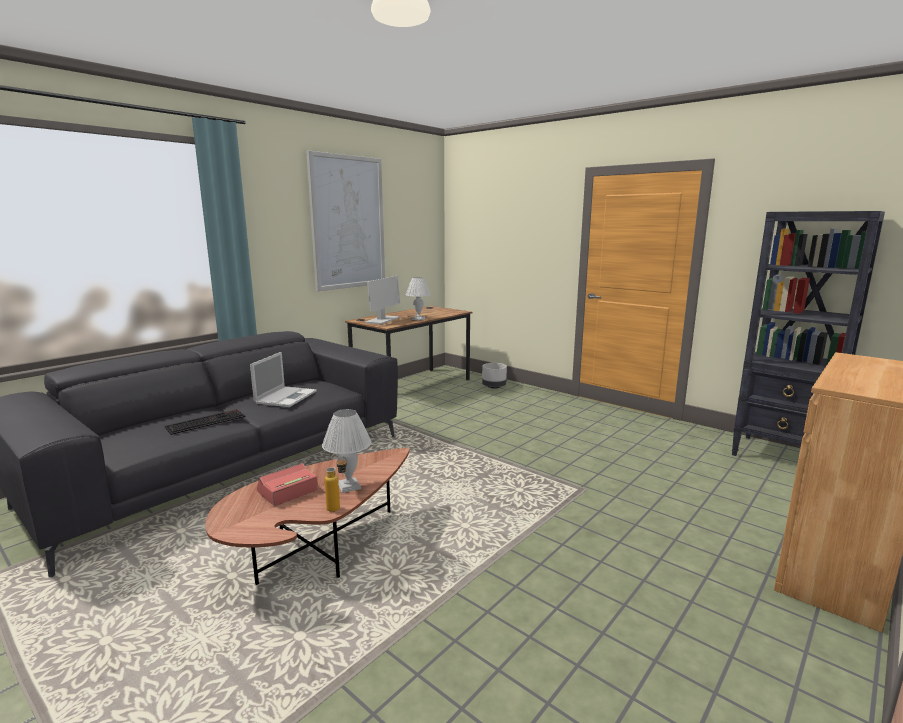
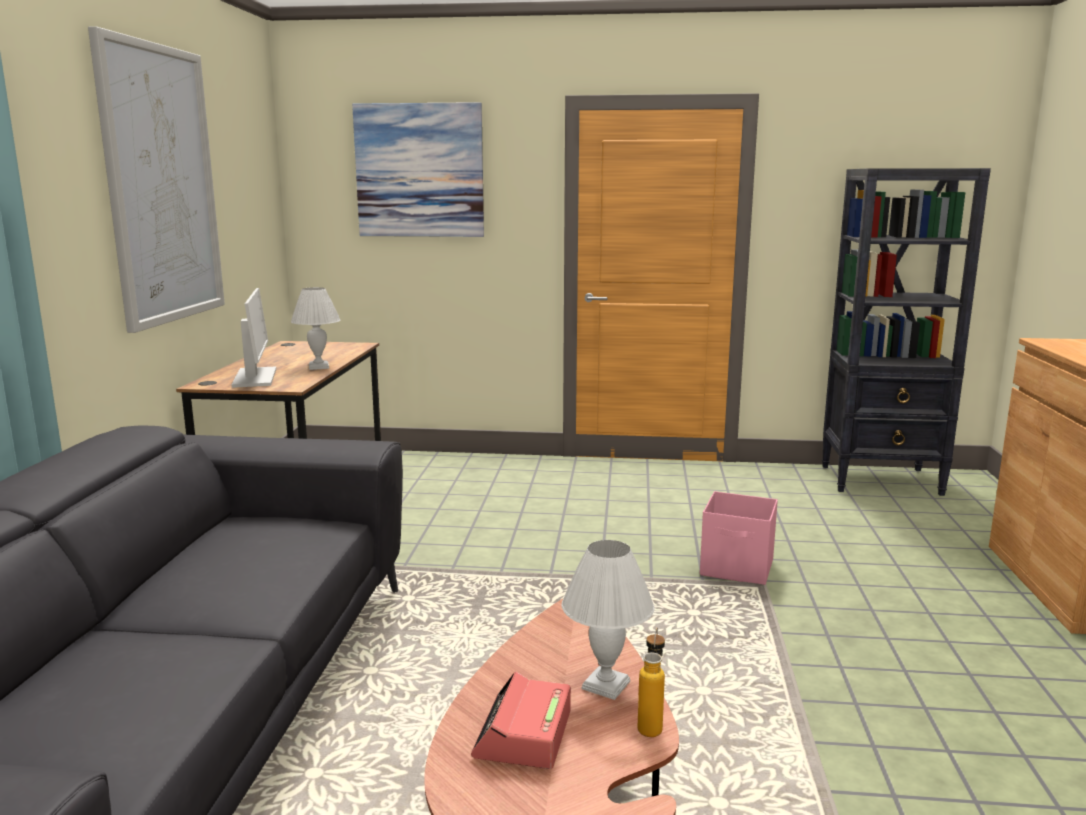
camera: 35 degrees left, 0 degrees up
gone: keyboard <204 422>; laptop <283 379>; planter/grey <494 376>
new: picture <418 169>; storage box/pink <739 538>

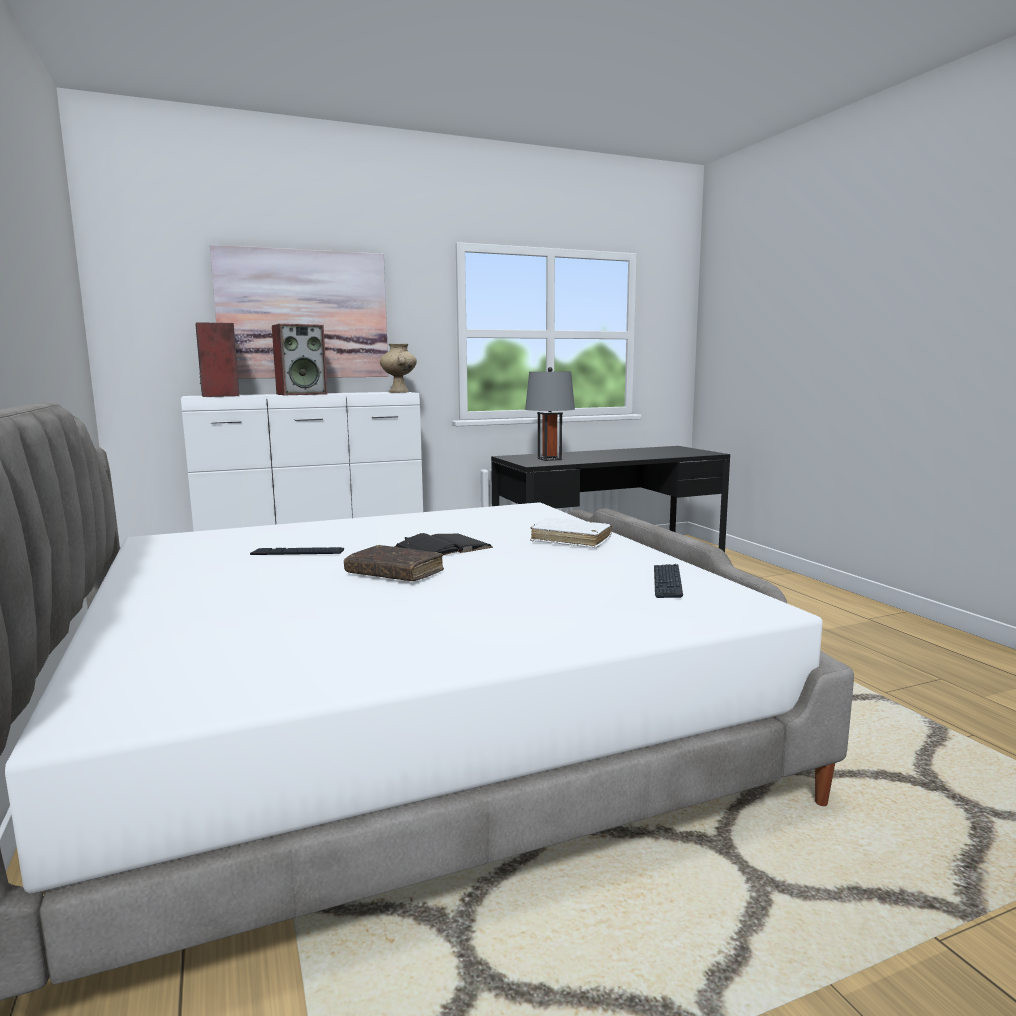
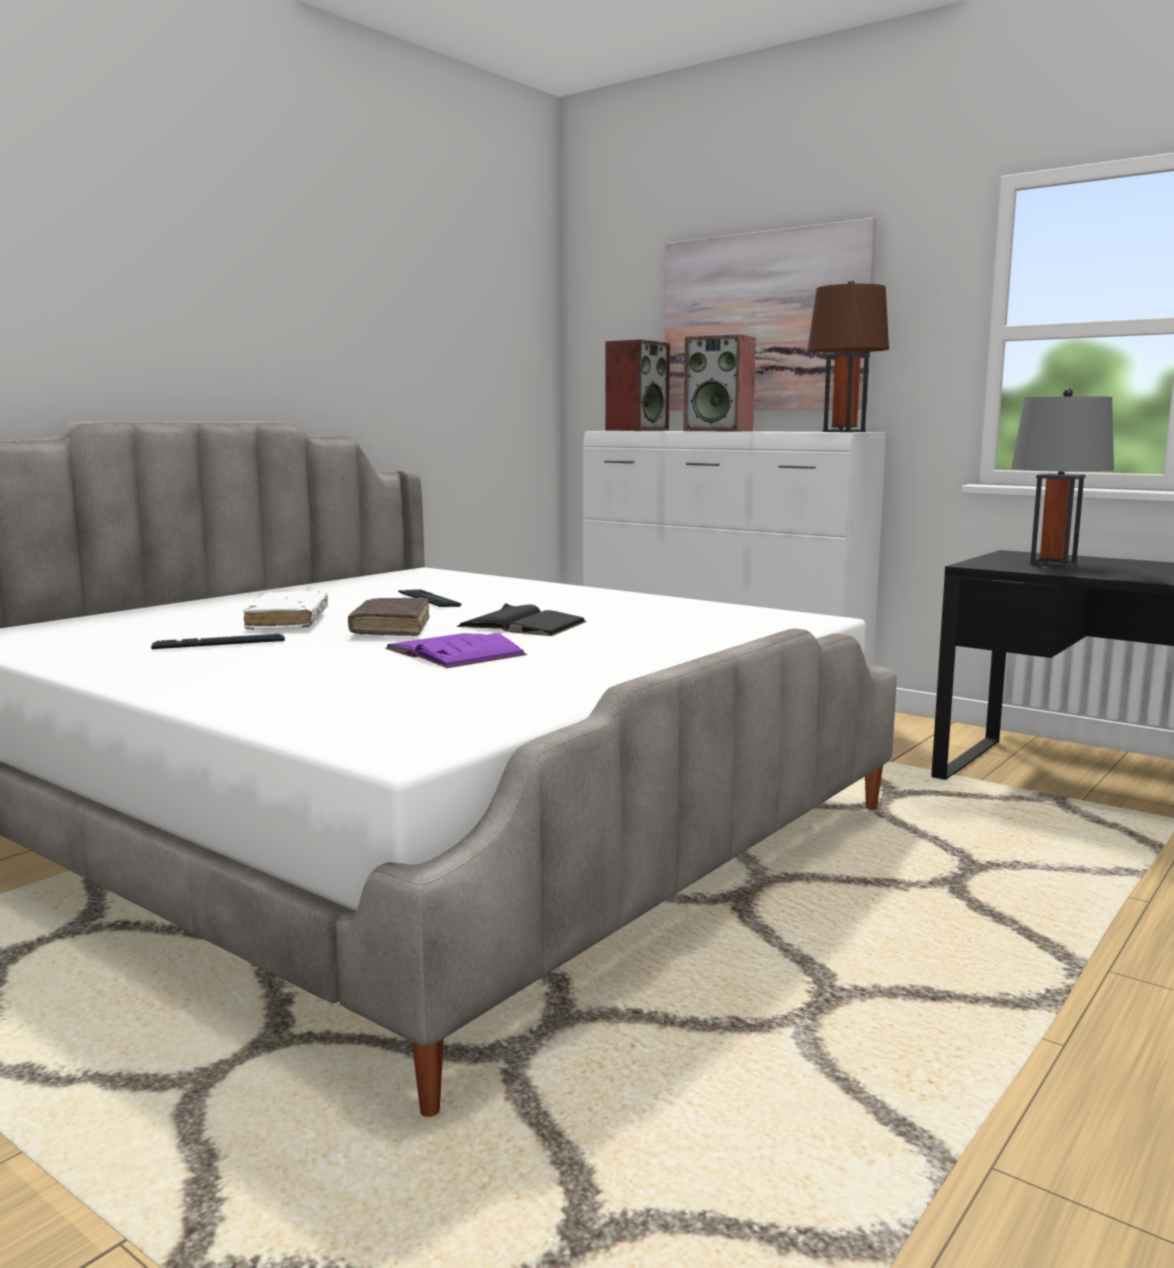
camera: 60 degrees right, 0 degrees up
new: book/purple <456 650>
shifted: keyboard <668 581> to <218 641>; book/white <571 532> to <285 610>
swapped: vase/beige <398 368> to table lamp/brown <848 356>

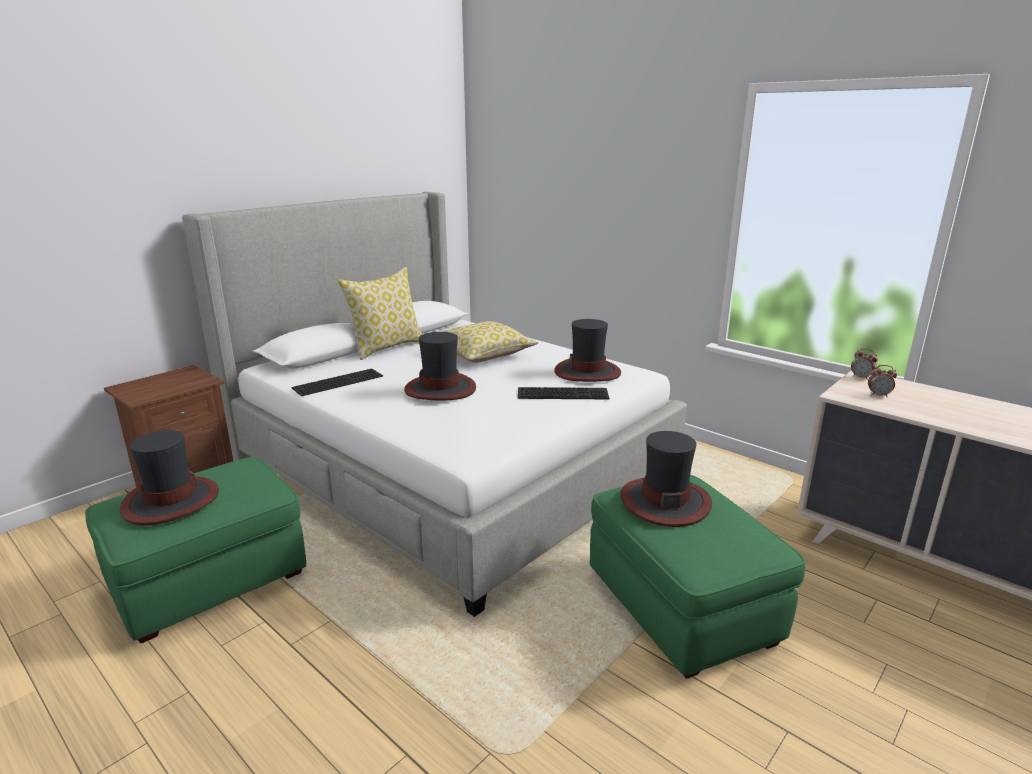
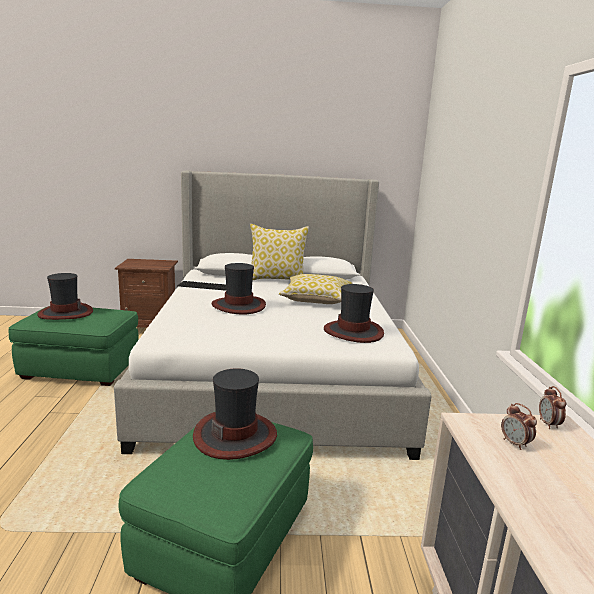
camera: 45 degrees right, 5 degrees down
gone: keyboard <563 393>

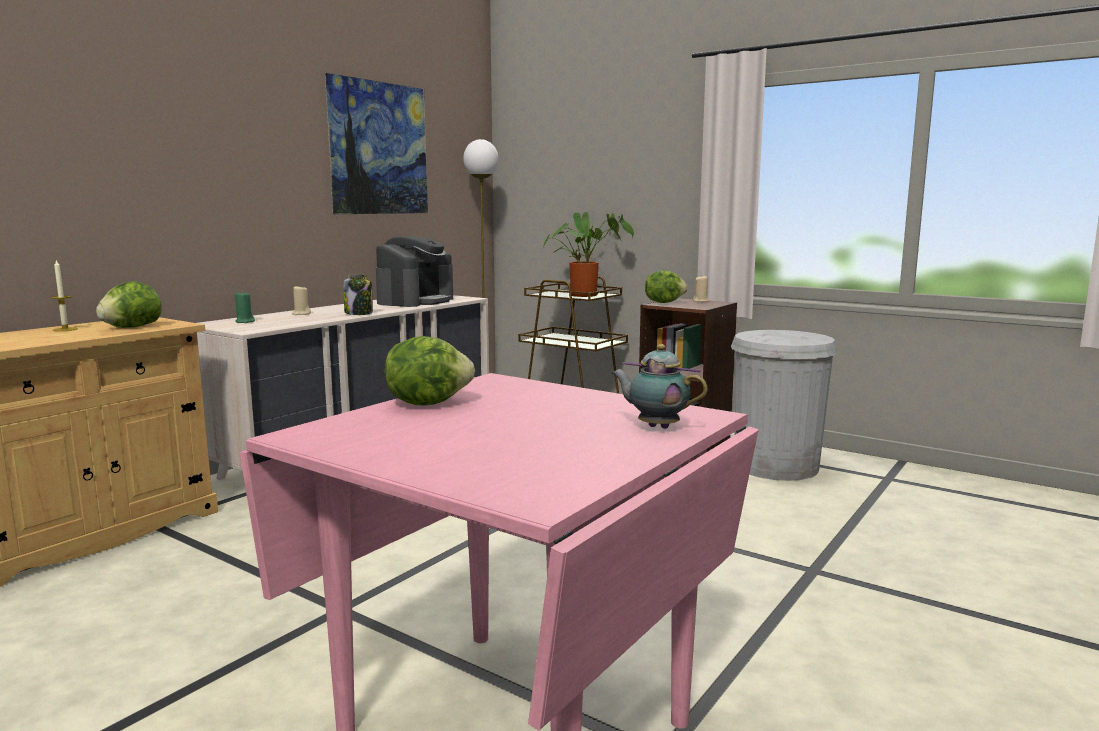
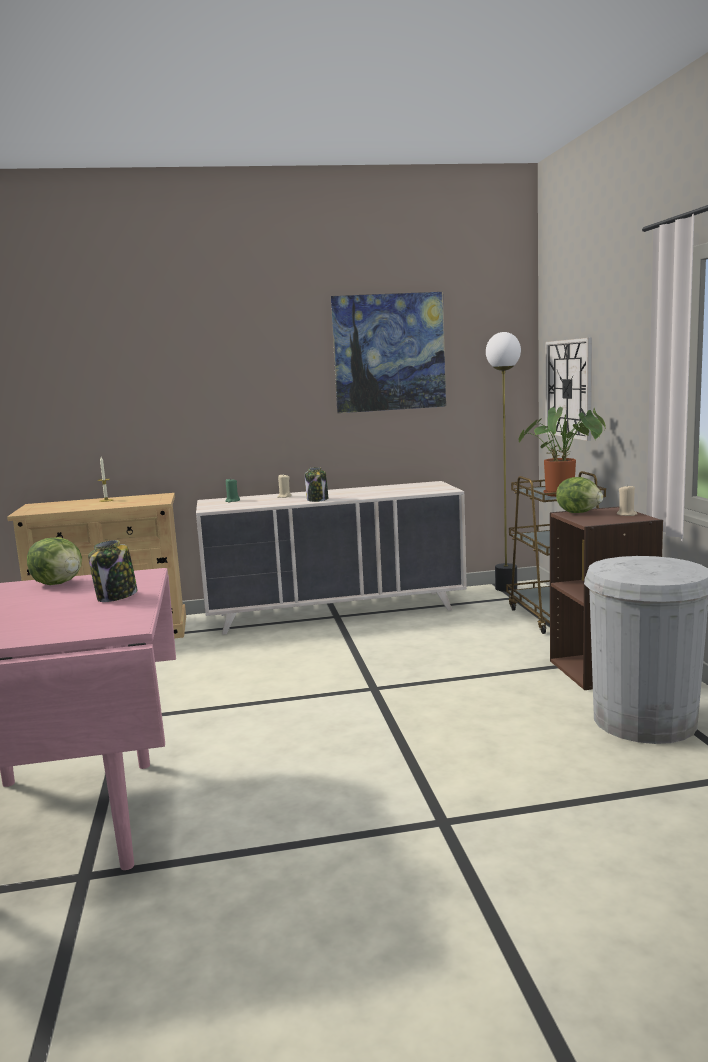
camera: 45 degrees right, 0 degrees up
gone: lettuce <129 304>; coffee machine <414 271>; teapot <660 386>
new: jar <113 571>; wall clock <568 389>

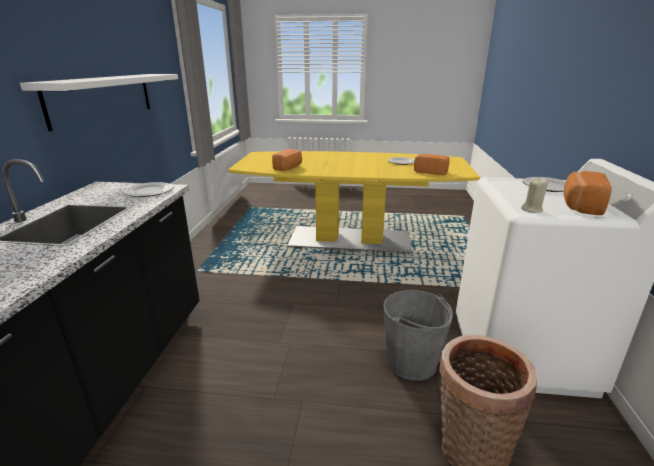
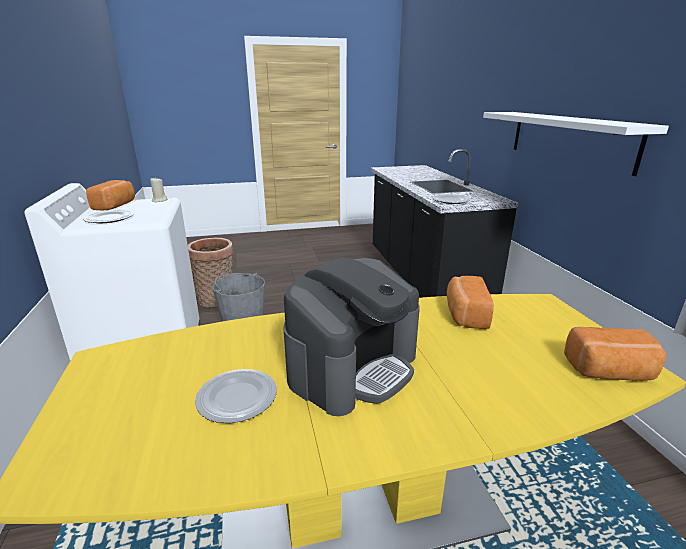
camera: 160 degrees right, 0 degrees up
new: coffee machine <351 336>
shifted: bread <432 164> to <615 354>

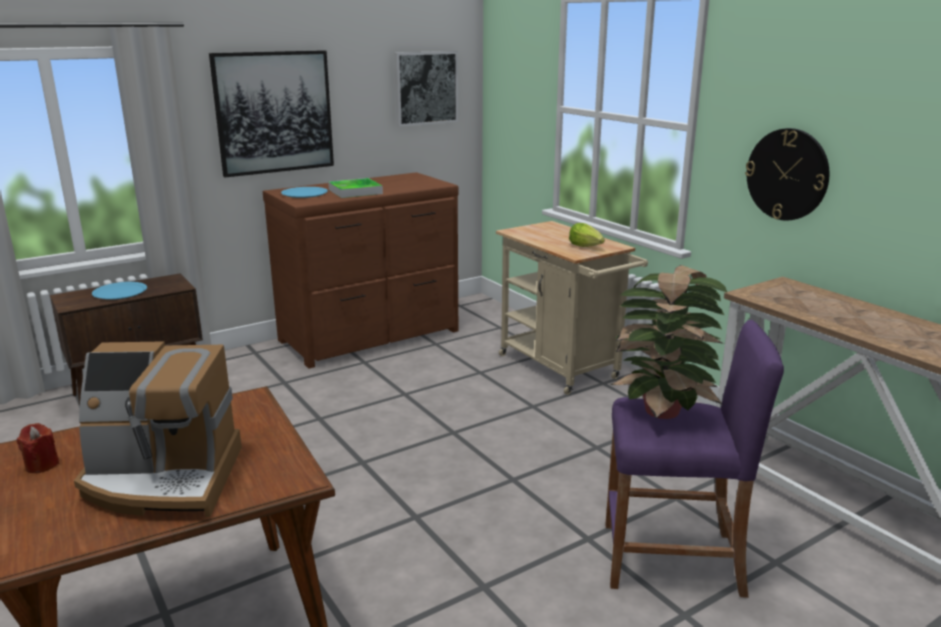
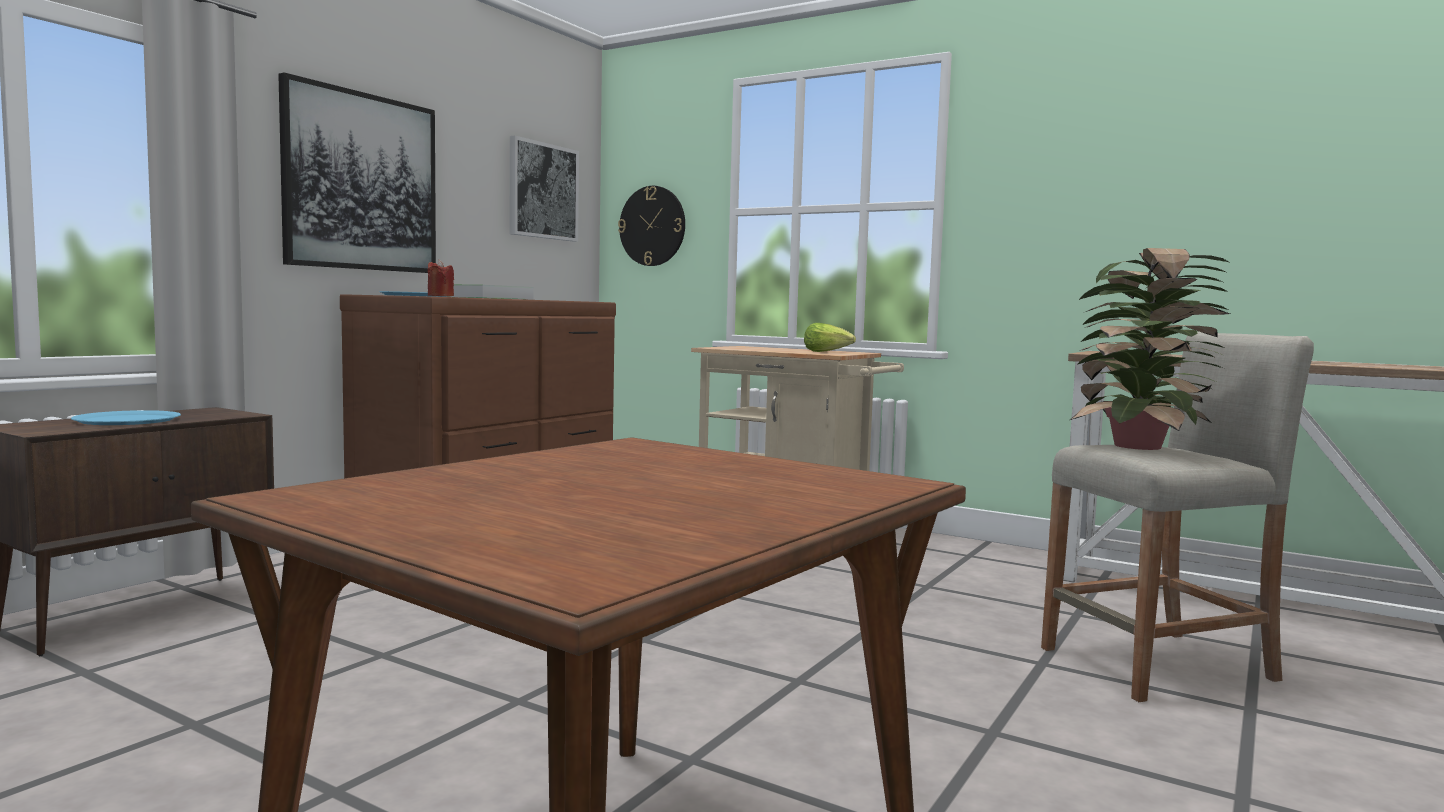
camera: 25 degrees left, 15 degrees down
gone: coffee machine <158 429>
shifted: candle/red <38 448> to <441 278>; wall clock <787 174> to <651 226>
repainted: stool/purple <694 459> to stool/beige <1177 516>

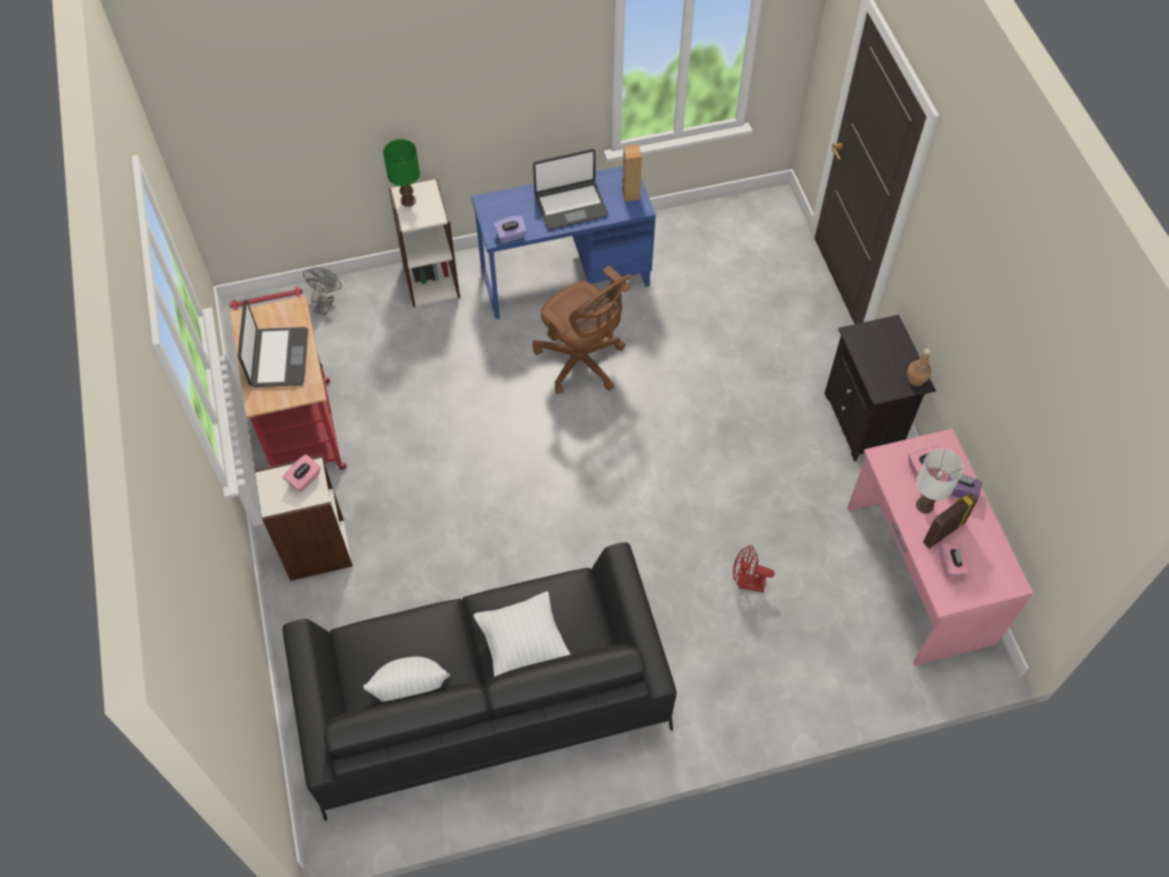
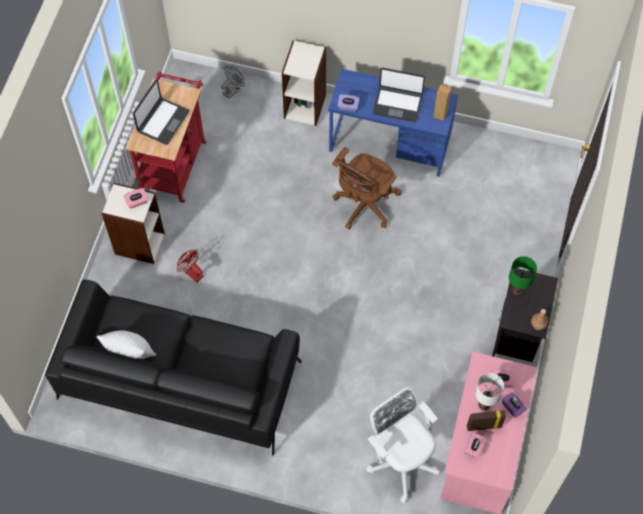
camera: 30 degrees right, 5 degrees up
gone: pillow/white <522 634>
new: office chair/white <403 445>
shifted: fan/red <754 568> to <190 265>; table lamp/green <401 173> to <523 276>
rotated: office chair/brown <581 330> = <367 188> 45 degrees clockwise

